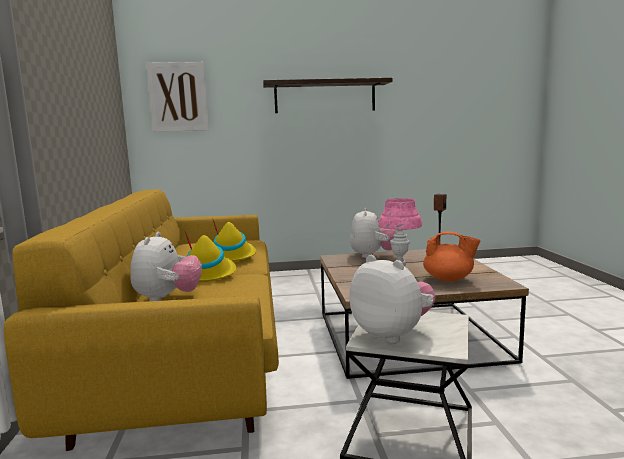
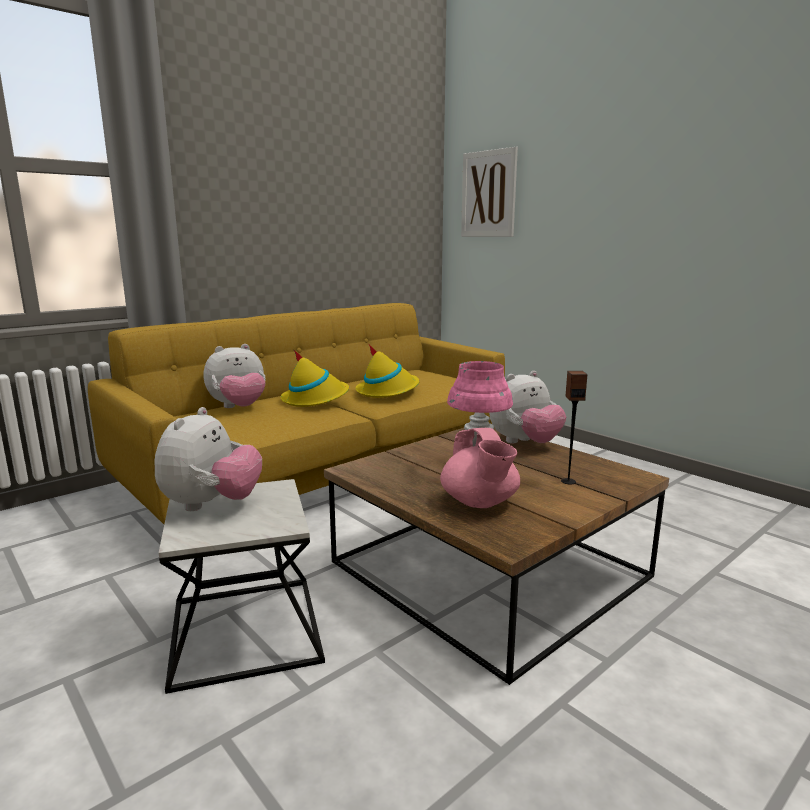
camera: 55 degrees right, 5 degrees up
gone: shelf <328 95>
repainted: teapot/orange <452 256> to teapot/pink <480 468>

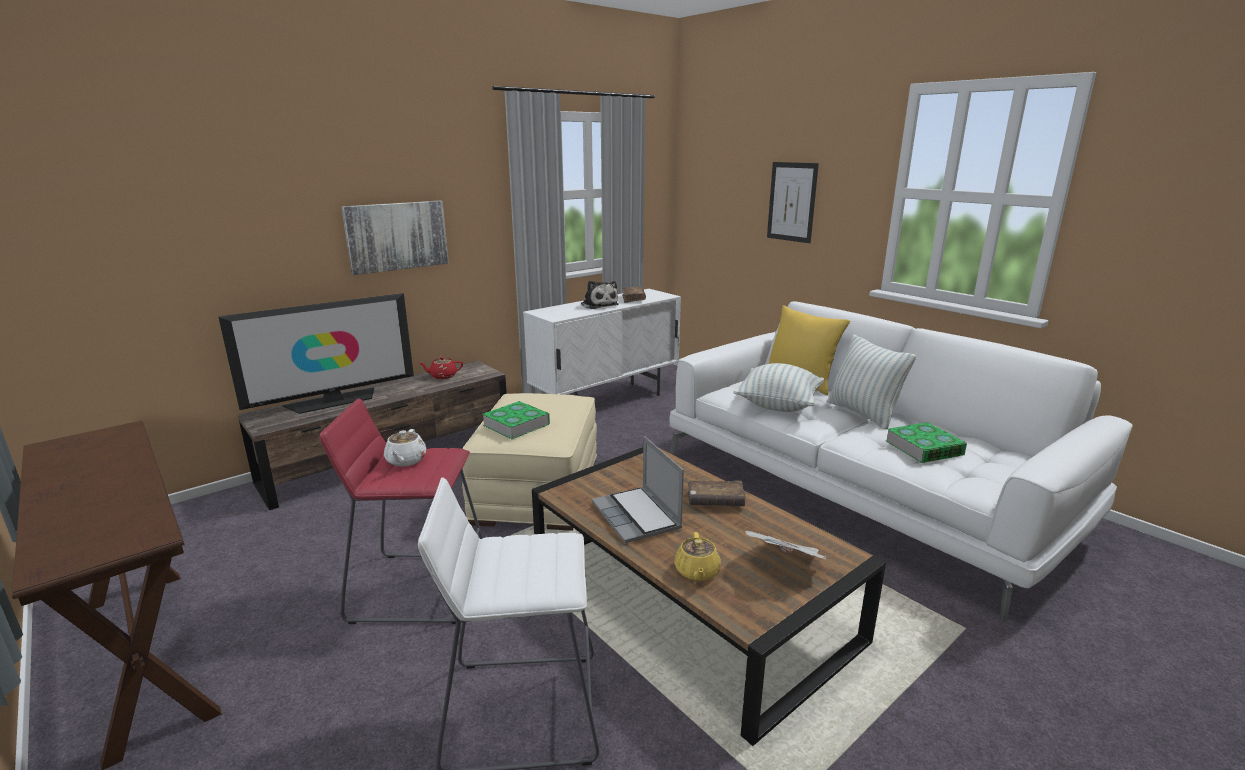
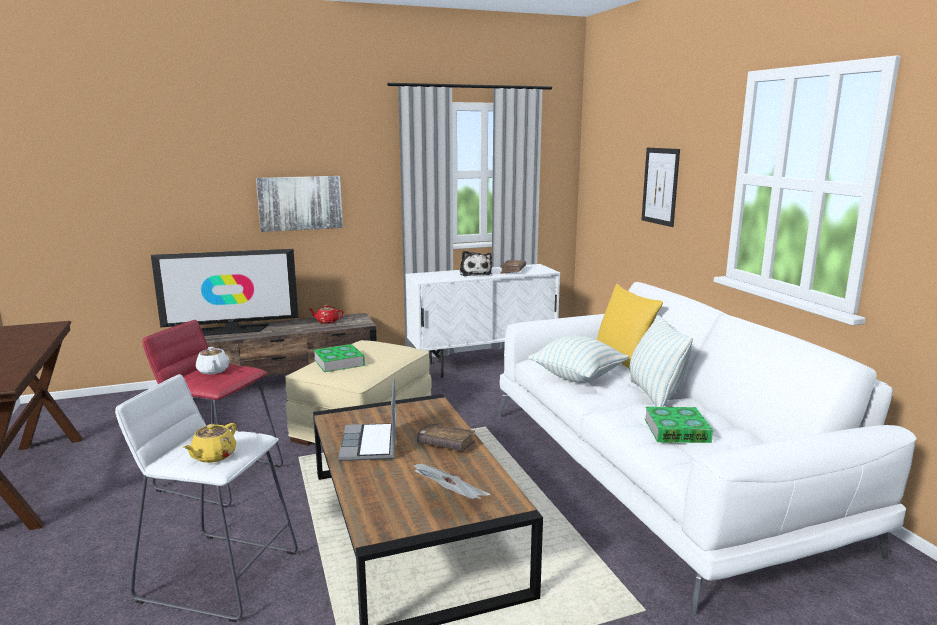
camera: 20 degrees right, 5 degrees down
shifted: teapot/yellow <697 556> to <209 443>
rotated: teapot/white <405 448> = <213 360> 45 degrees counterclockwise

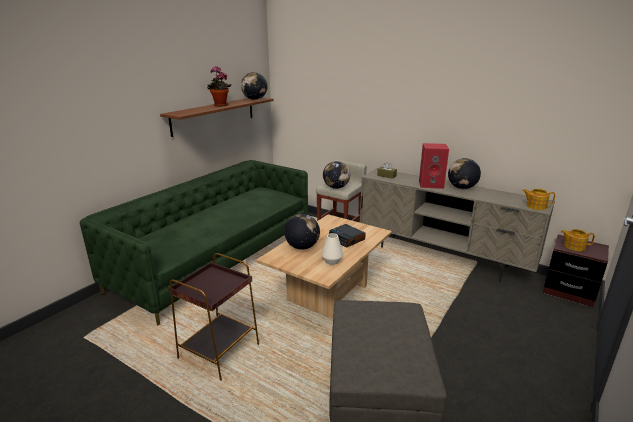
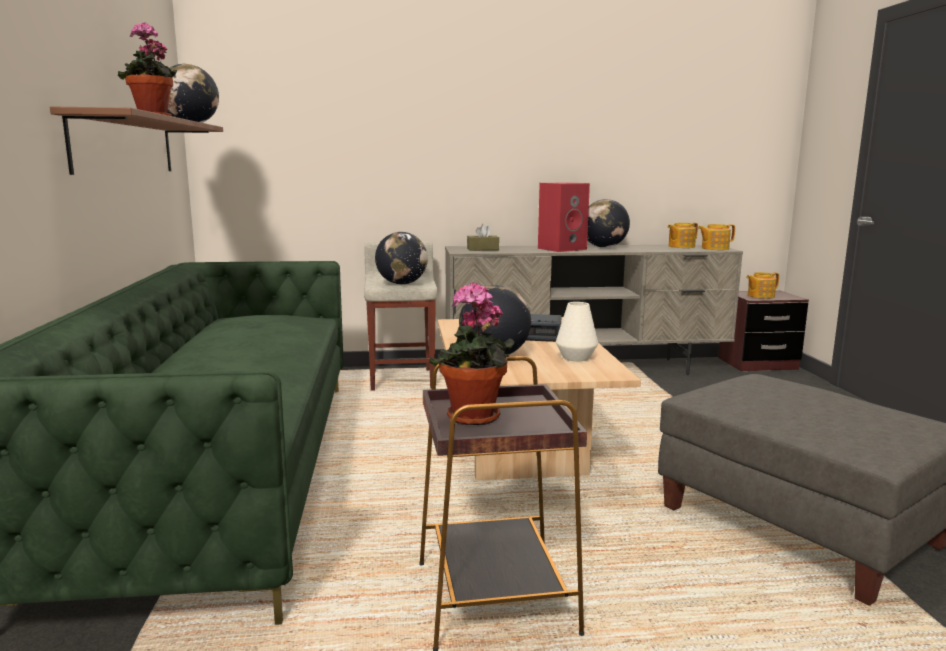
camera: 40 degrees left, 10 degrees down
new: potted plant <471 353>; teapot <683 235>

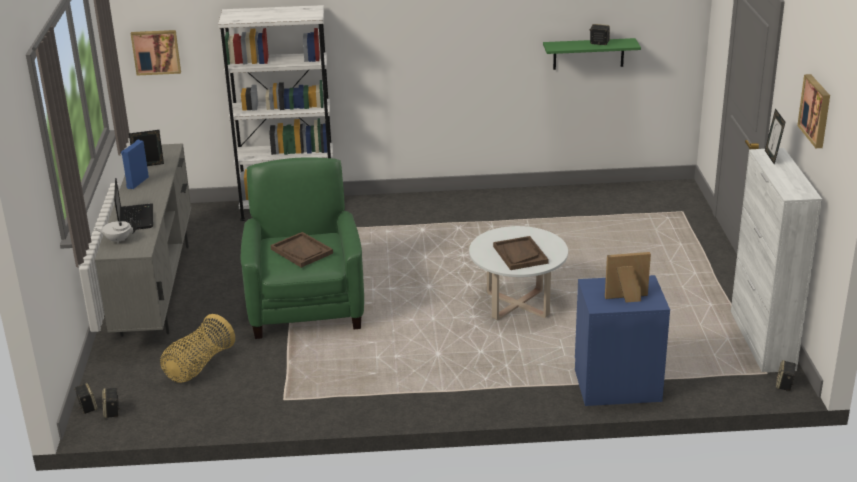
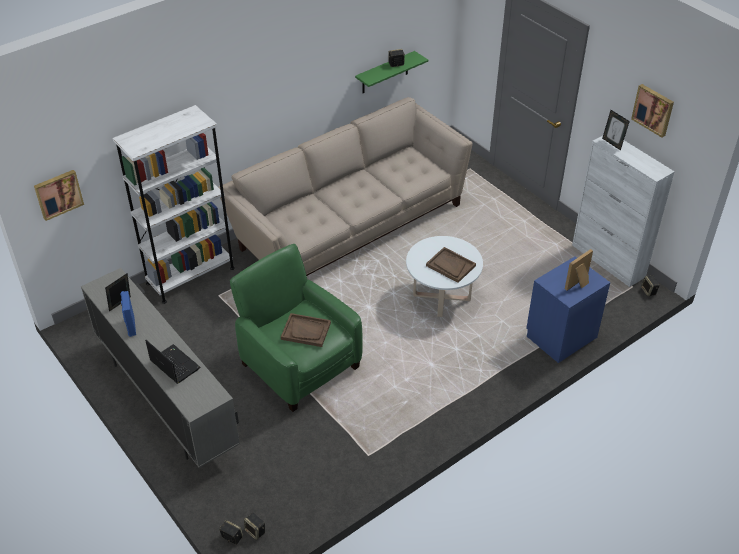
camera: 35 degrees left, 15 degrees up
gone: teapot/white <115 231>; basket <197 348>
new: sofa/beige <345 186>

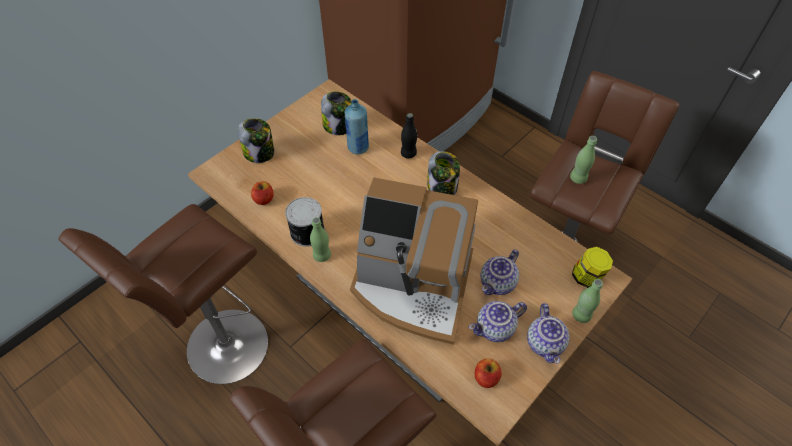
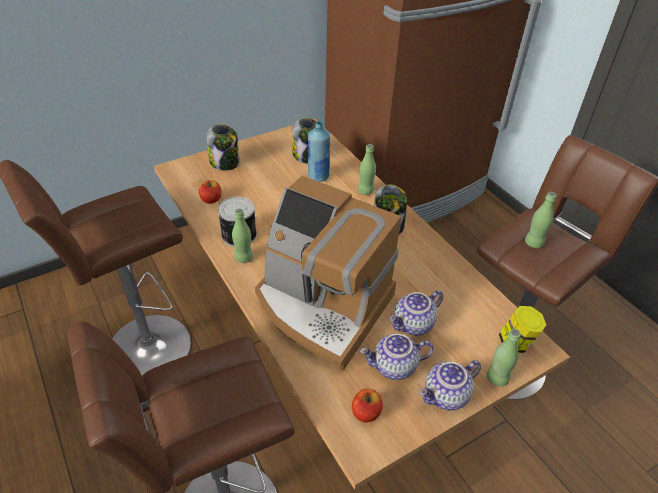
camera: 15 degrees right, 10 degrees down
repainted: bottle/black <409 136> to bottle/green <367 169>
rotated: teapot <548 333> = <450 385> 45 degrees clockwise

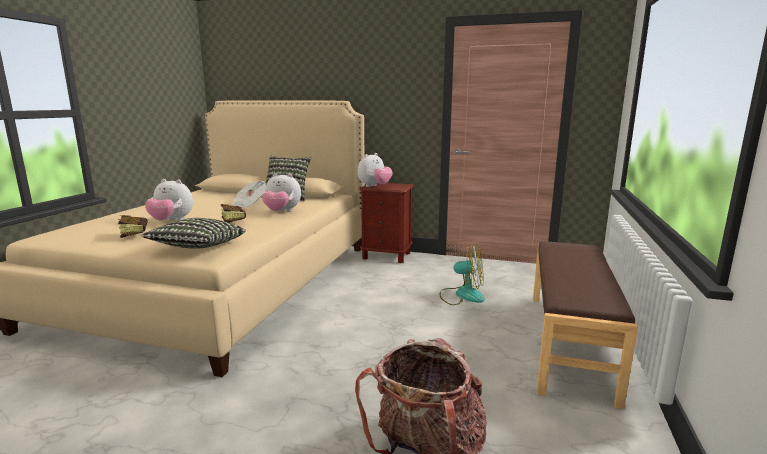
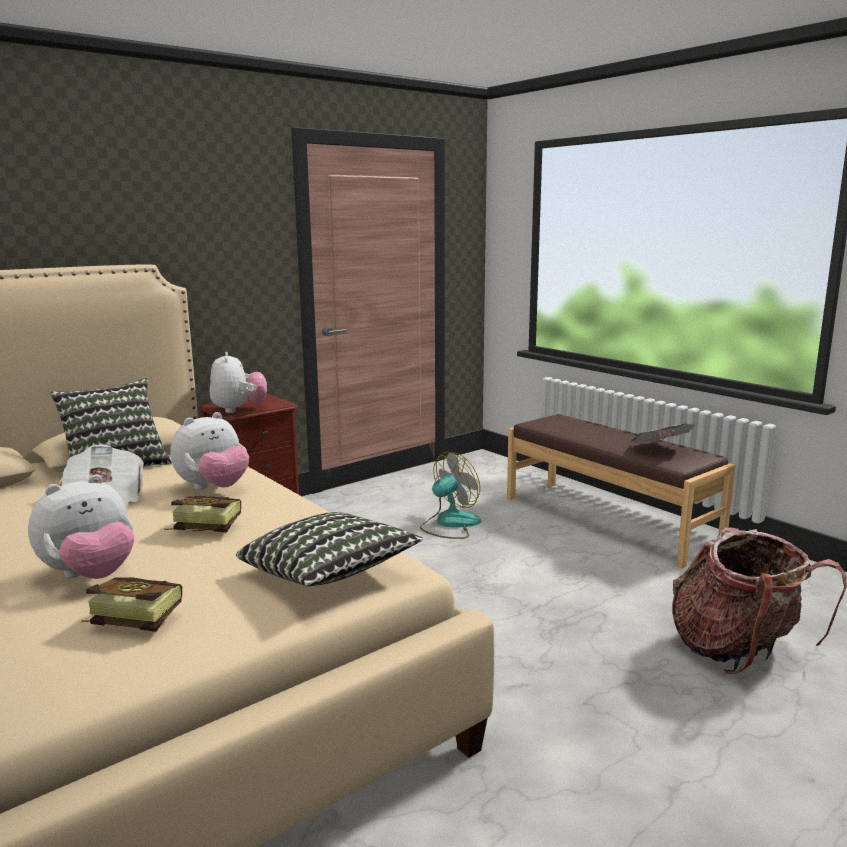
camera: 55 degrees left, 0 degrees up
new: newspaper <662 433>

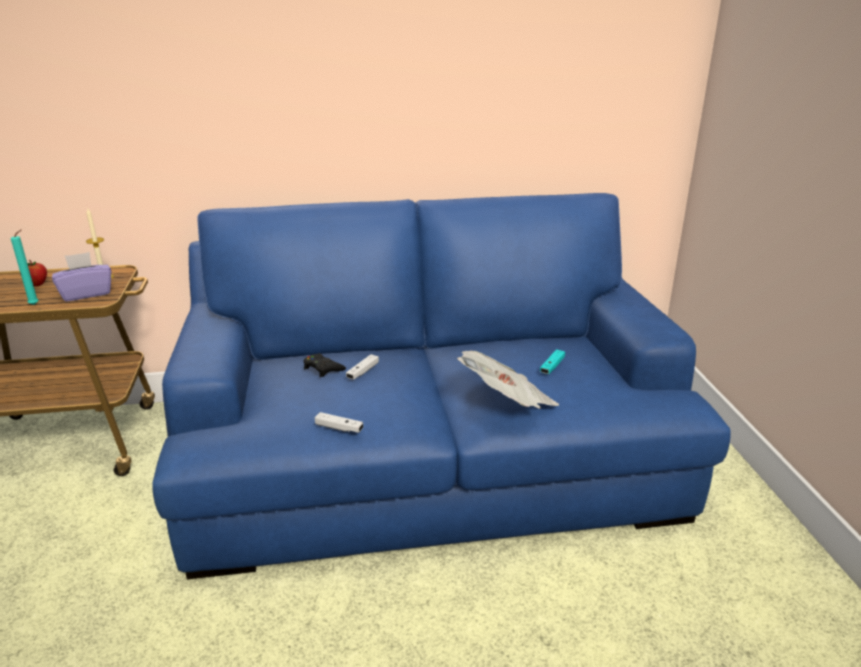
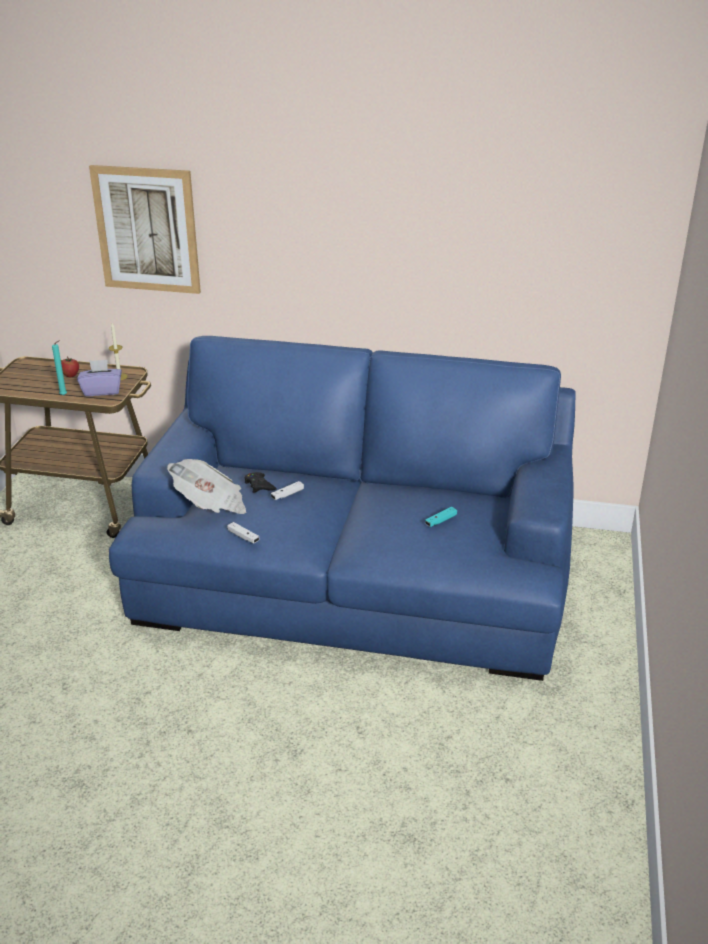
camera: 20 degrees right, 5 degrees up
new: picture <145 229>
shifted: newspaper <508 380> to <206 486>

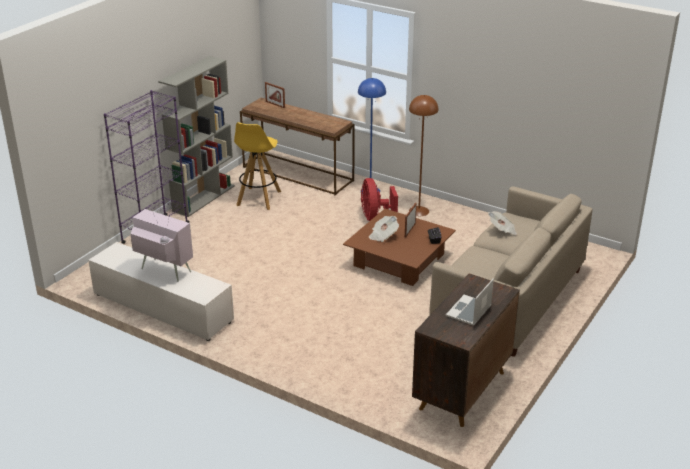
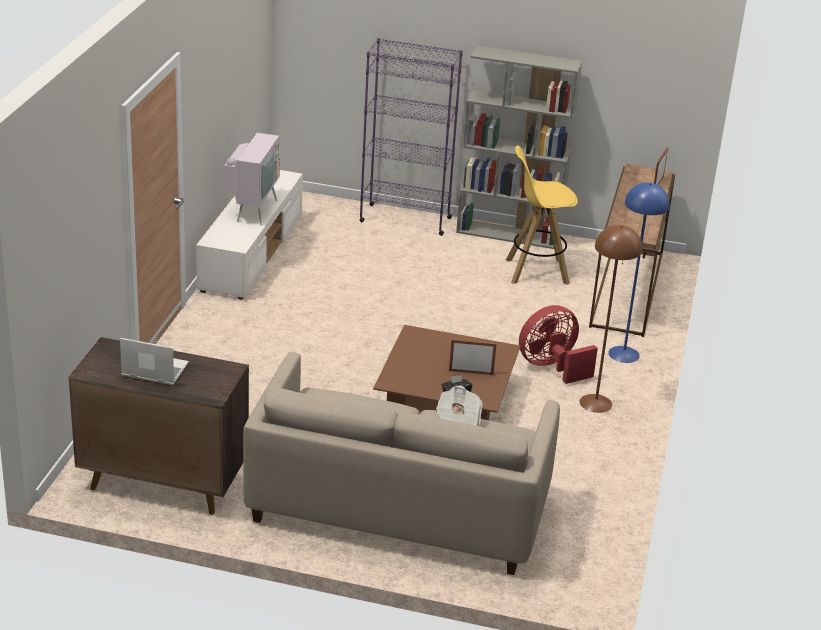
camera: 70 degrees right, 0 degrees up
gone: newspaper <384 229>

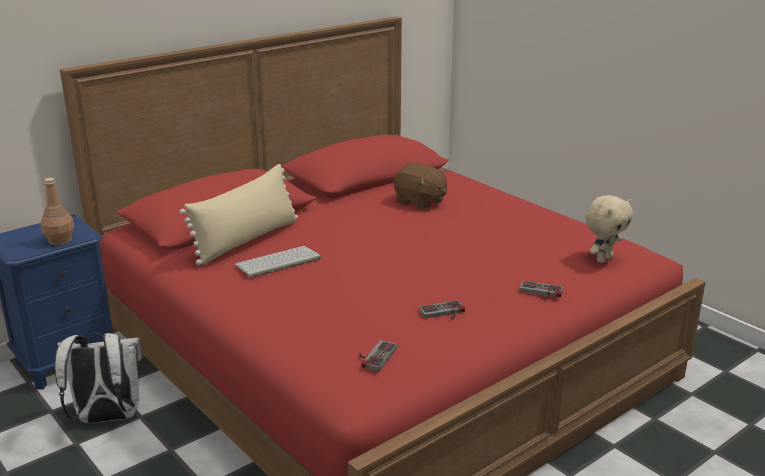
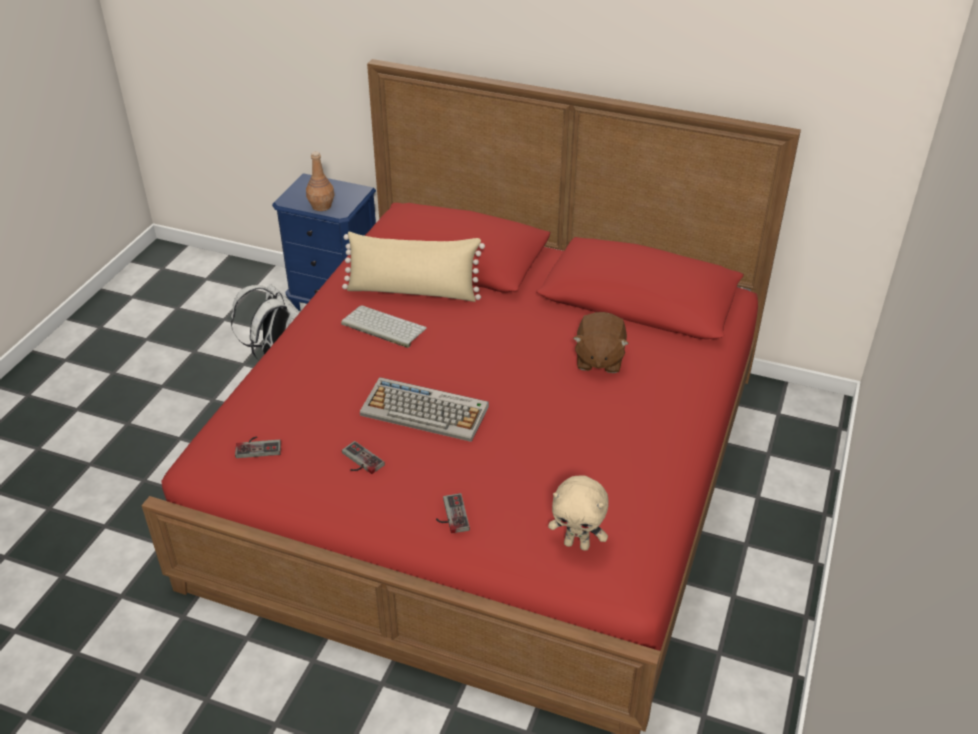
camera: 60 degrees right, 15 degrees up
new: keyboard <424 409>

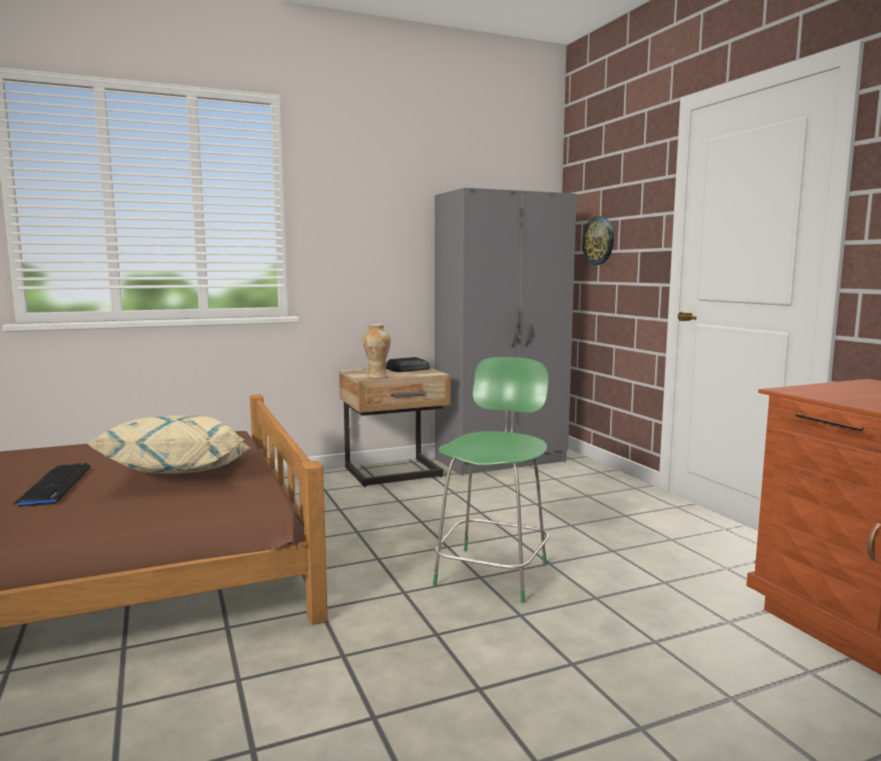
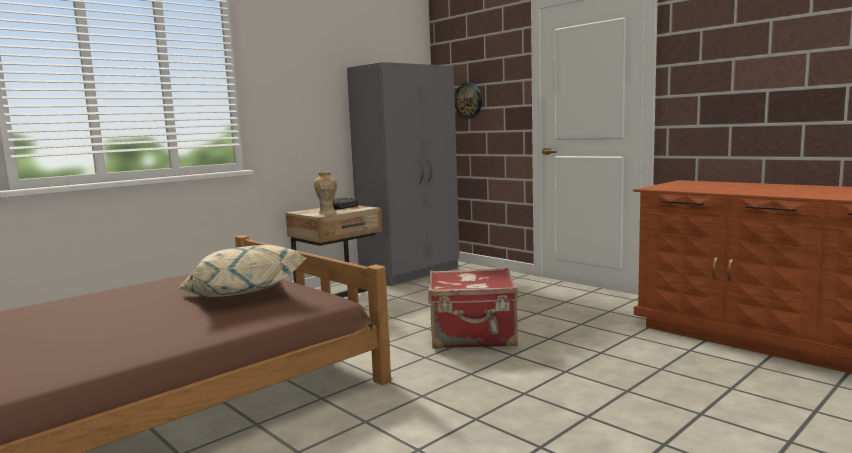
camera: 20 degrees left, 0 degrees up
gone: keyboard <51 485>
swapped: chair/green <491 480> to suitcase/red <473 308>

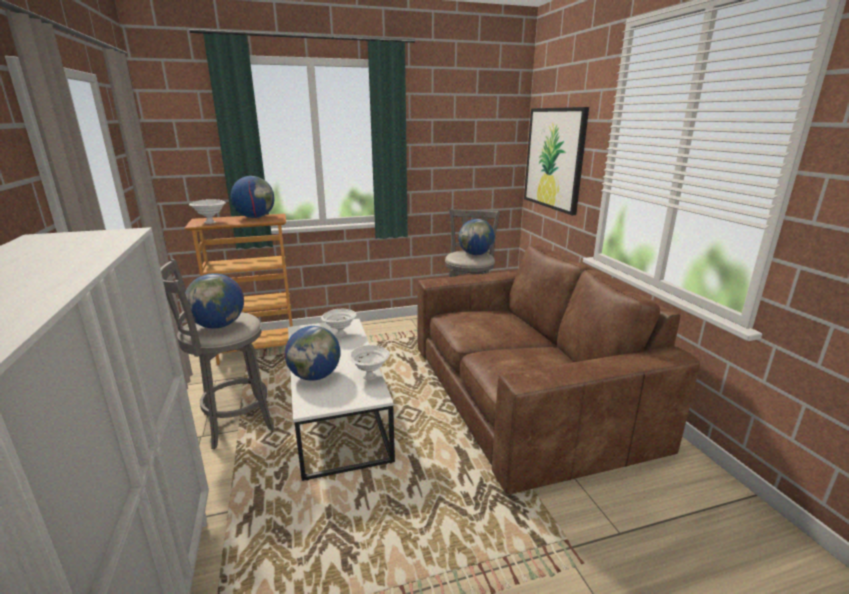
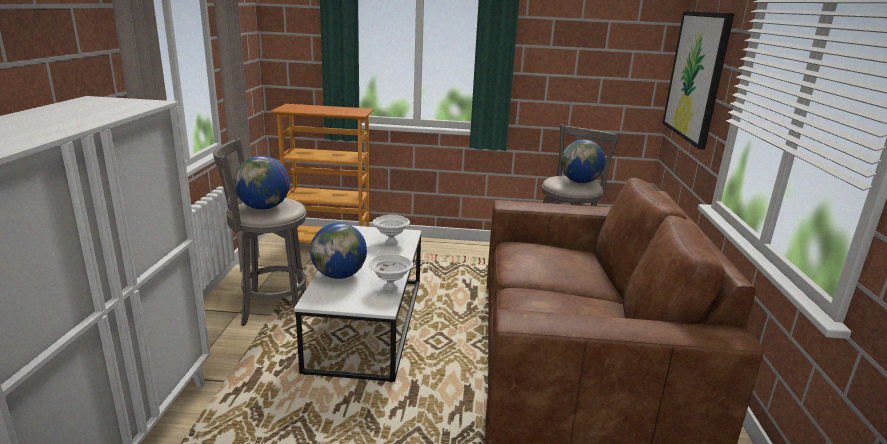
camera: 20 degrees right, 0 degrees up
gone: bowl/white <207 211>; globe <253 197>

